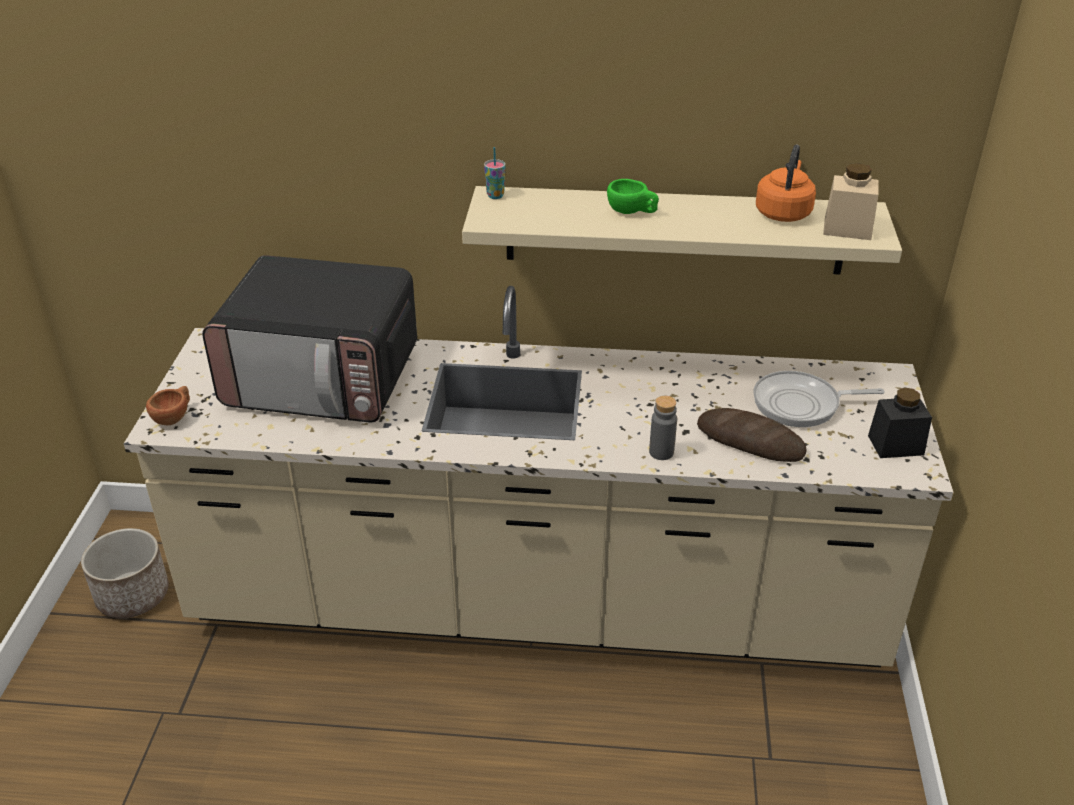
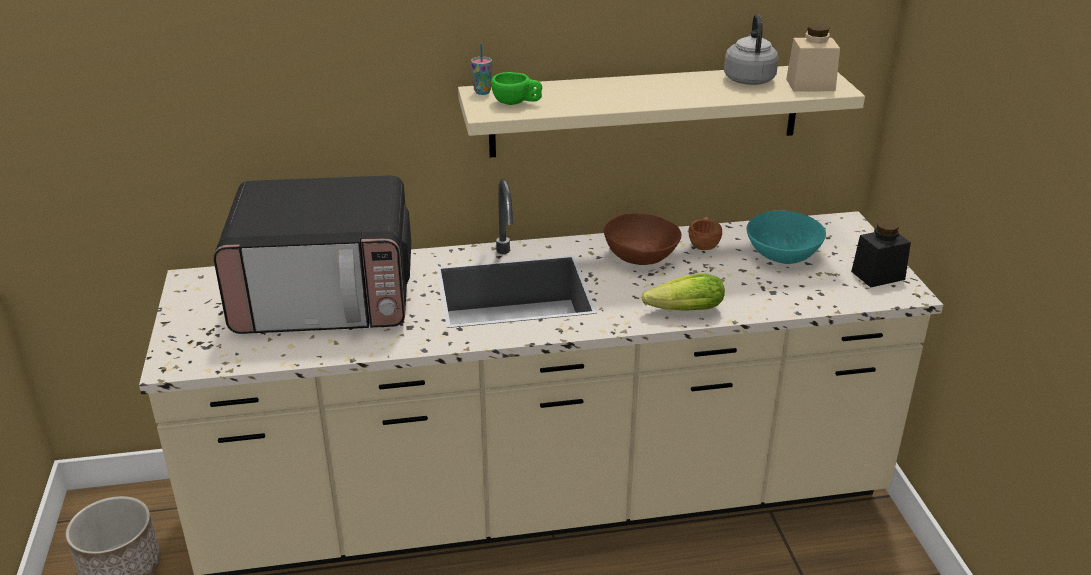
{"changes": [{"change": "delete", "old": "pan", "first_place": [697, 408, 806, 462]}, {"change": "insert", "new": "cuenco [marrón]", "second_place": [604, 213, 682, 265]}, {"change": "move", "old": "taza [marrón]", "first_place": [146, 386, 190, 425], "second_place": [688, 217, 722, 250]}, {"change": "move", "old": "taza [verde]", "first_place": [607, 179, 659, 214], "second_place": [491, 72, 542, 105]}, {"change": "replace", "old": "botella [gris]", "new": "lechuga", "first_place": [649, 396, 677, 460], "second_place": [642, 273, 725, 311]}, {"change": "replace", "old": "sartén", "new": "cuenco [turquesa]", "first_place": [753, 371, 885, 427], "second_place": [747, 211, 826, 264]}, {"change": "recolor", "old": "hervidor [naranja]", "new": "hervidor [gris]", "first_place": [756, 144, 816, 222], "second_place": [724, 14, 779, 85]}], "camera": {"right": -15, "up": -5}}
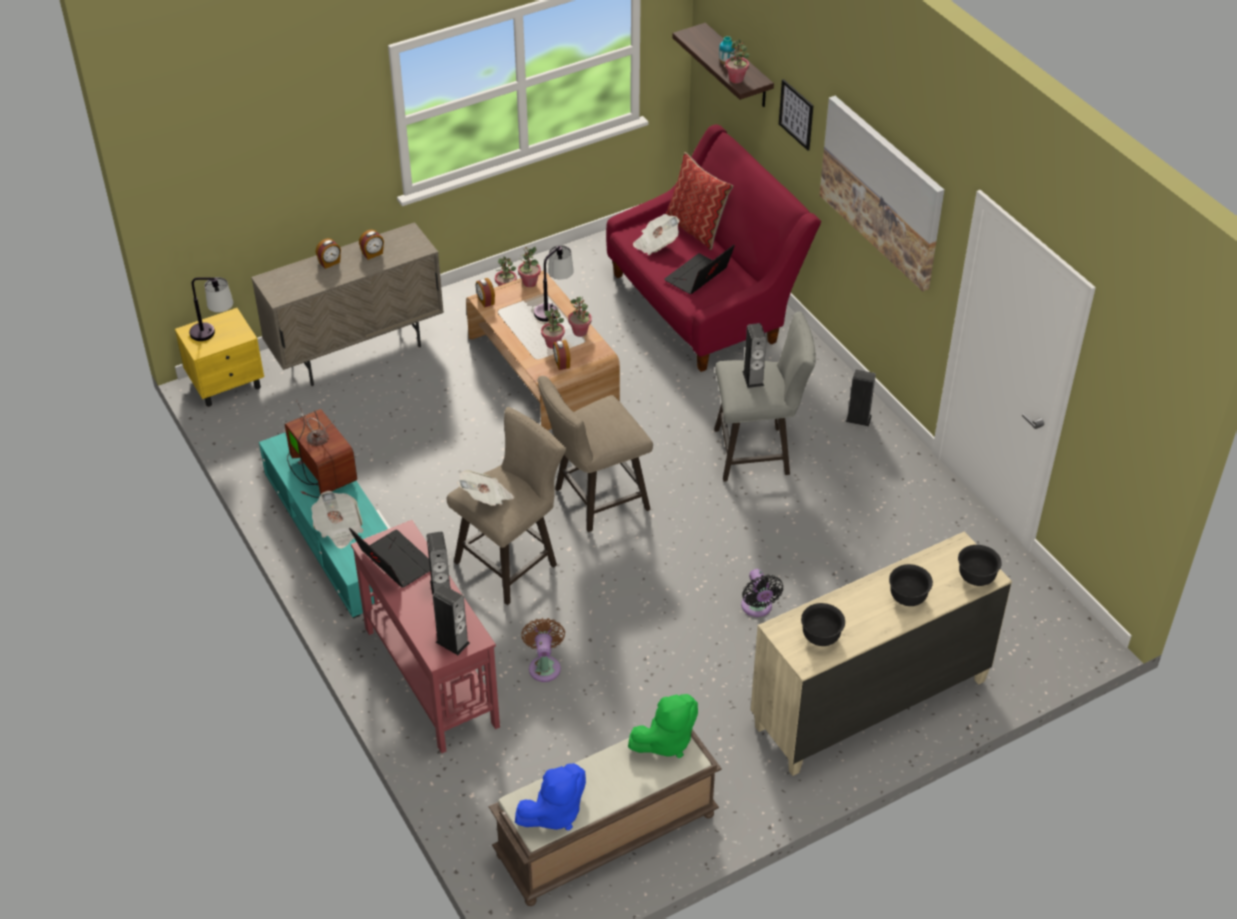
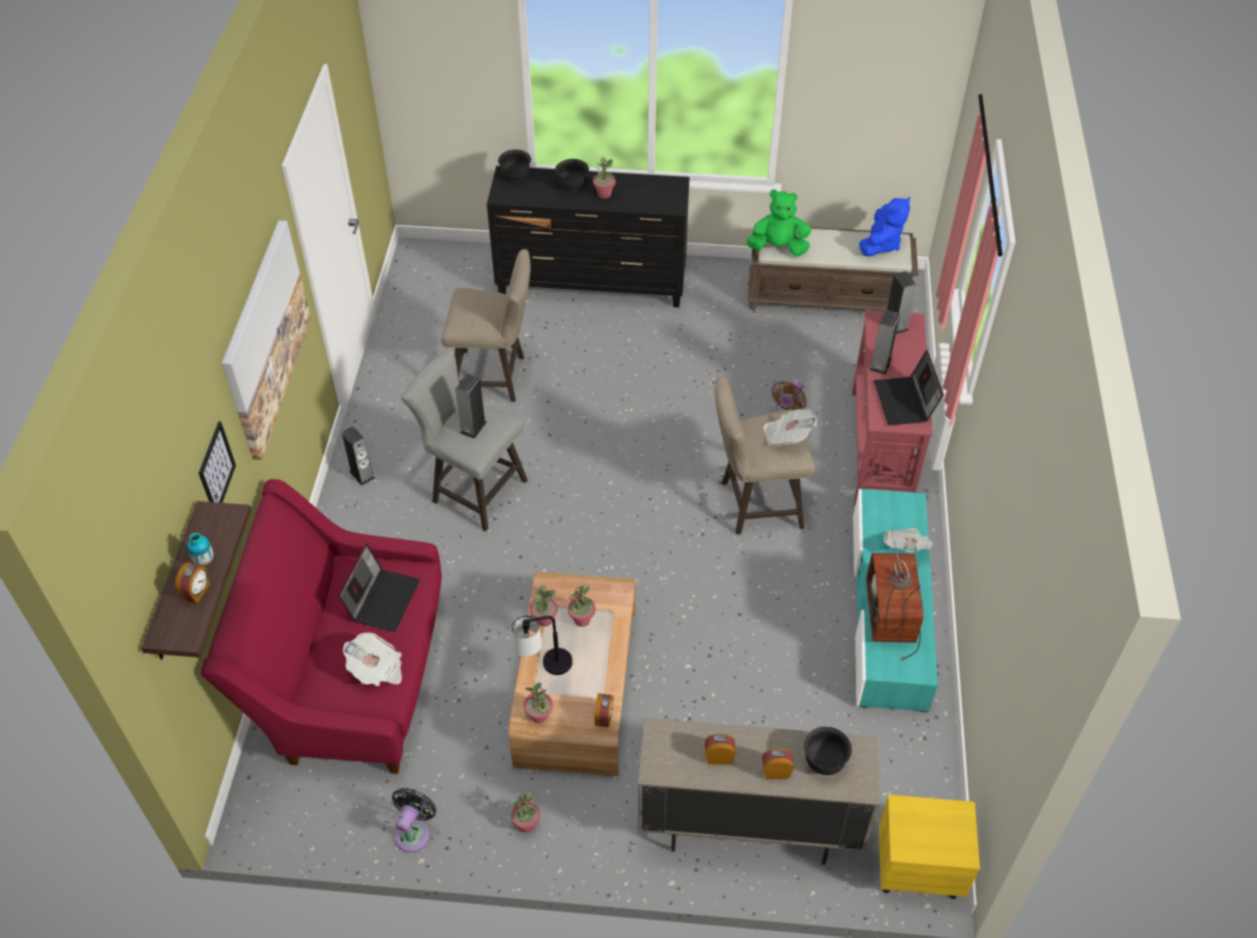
{"changes": [{"change": "delete", "old": "lámpara de mesa", "first_place": [189, 277, 233, 341]}, {"change": "delete", "old": "cojín", "first_place": [665, 152, 733, 250]}, {"change": "move", "old": "taburete [beis]", "first_place": [537, 376, 653, 532], "second_place": [442, 249, 531, 402]}, {"change": "move", "old": "despertador", "first_place": [553, 340, 570, 370], "second_place": [175, 562, 210, 604]}, {"change": "move", "old": "planta en maceta", "first_place": [725, 39, 749, 83], "second_place": [593, 157, 616, 199]}, {"change": "move", "old": "ventilador [negro]", "first_place": [741, 569, 783, 617], "second_place": [392, 788, 436, 853]}, {"change": "move", "old": "cuenco [negro]", "first_place": [801, 603, 845, 646], "second_place": [804, 727, 852, 775]}, {"change": "recolor", "old": "cómoda [beis]", "new": "cómoda [negro]", "first_place": [751, 532, 1012, 776], "second_place": [487, 166, 690, 307]}, {"change": "rotate", "old": "peluche [azul]", "first_place": [515, 763, 586, 831], "second_place": [859, 196, 910, 256], "degrees": 120}, {"change": "rotate", "old": "portátil", "first_place": [664, 245, 735, 294], "second_place": [338, 543, 420, 632], "degrees": -60}], "camera": {"right": -145, "up": 5}}
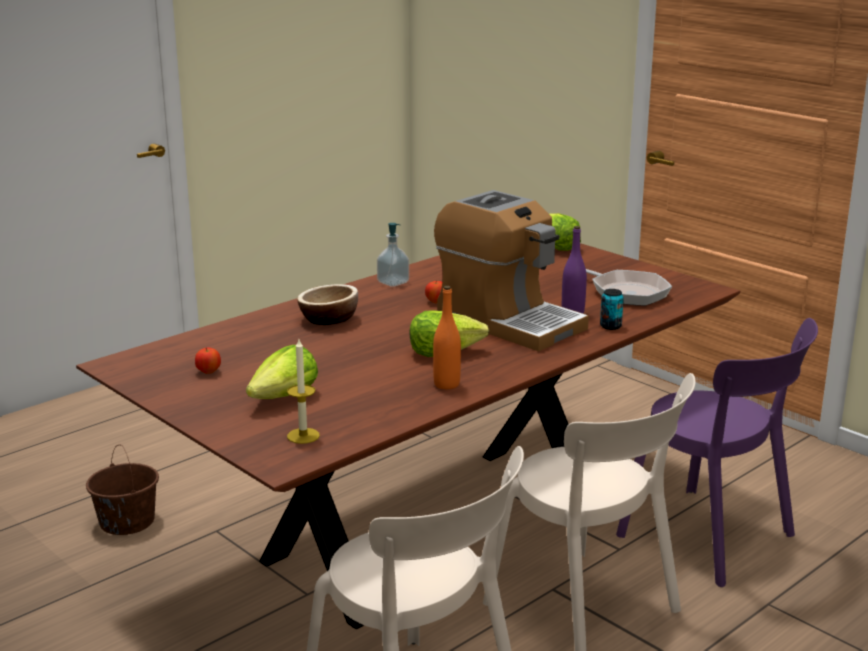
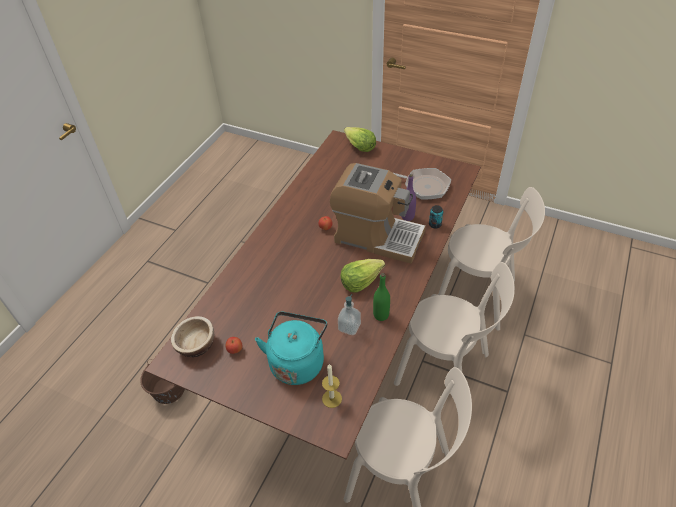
{"changes": [{"change": "move", "old": "cuenco", "first_place": [297, 284, 358, 325], "second_place": [171, 316, 214, 357]}, {"change": "move", "old": "dispensador de jabón", "first_place": [377, 223, 409, 287], "second_place": [338, 294, 361, 335]}, {"change": "replace", "old": "lechuga", "new": "hervidor [turquesa]", "first_place": [246, 345, 318, 399], "second_place": [255, 312, 327, 385]}, {"change": "recolor", "old": "botella [naranja]", "new": "botella [verde]", "first_place": [433, 286, 461, 389], "second_place": [373, 273, 390, 321]}, {"change": "recolor", "old": "silla [morado]", "new": "silla [beis]", "first_place": [616, 318, 818, 587], "second_place": [438, 187, 545, 331]}], "camera": {"right": -20, "up": 25}}
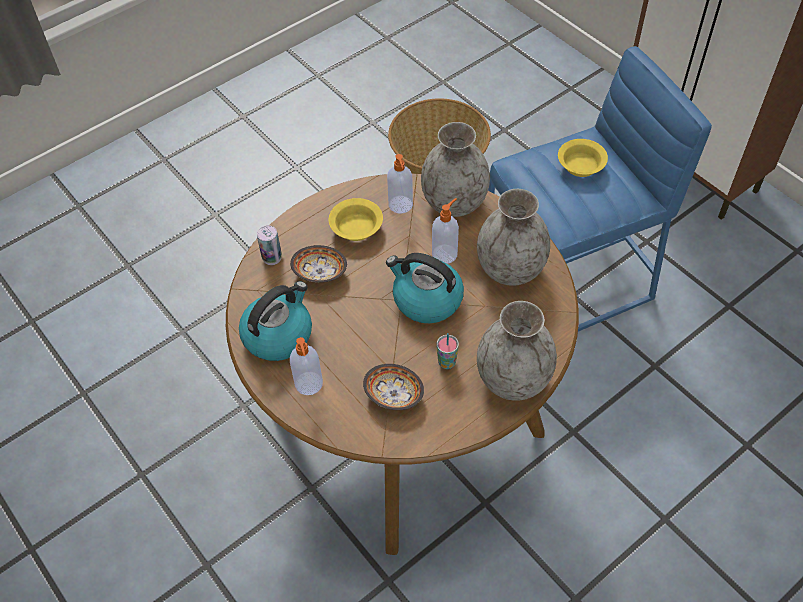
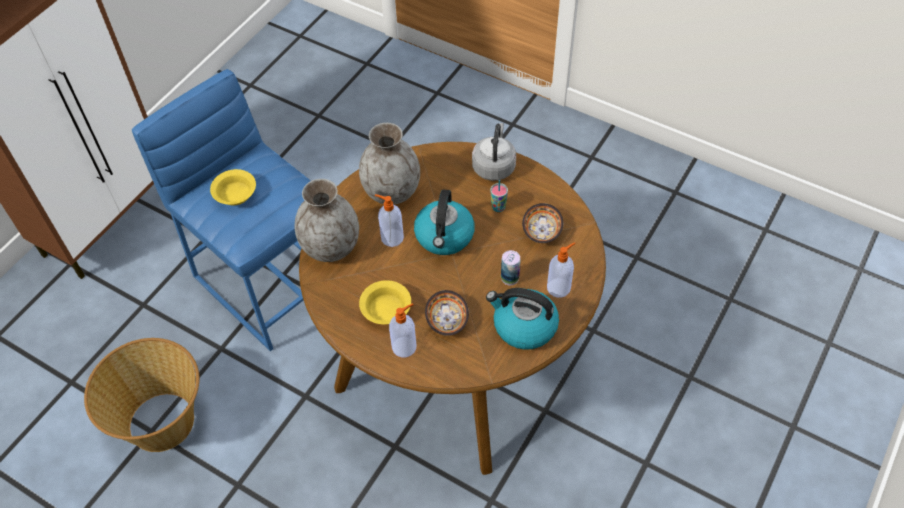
{"changes": [{"change": "move", "old": "lata", "first_place": [257, 225, 282, 265], "second_place": [501, 250, 521, 285]}, {"change": "move", "old": "dispensador de jabón", "first_place": [387, 154, 413, 214], "second_place": [389, 303, 416, 357]}, {"change": "replace", "old": "florero [gris]", "new": "hervidor [gris]", "first_place": [477, 301, 557, 400], "second_place": [472, 123, 516, 181]}], "camera": {"right": -110, "up": 0}}
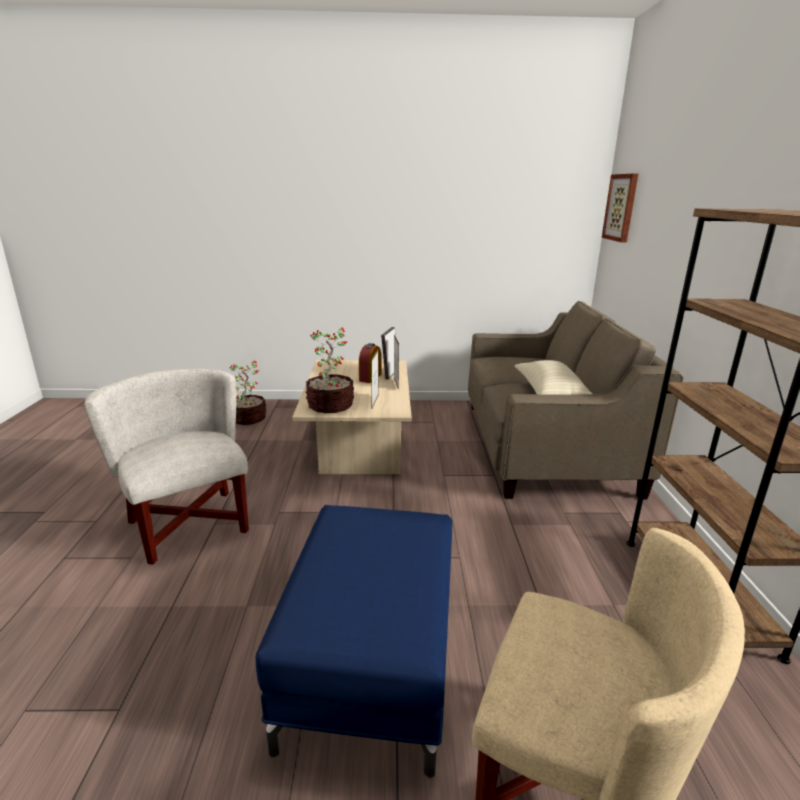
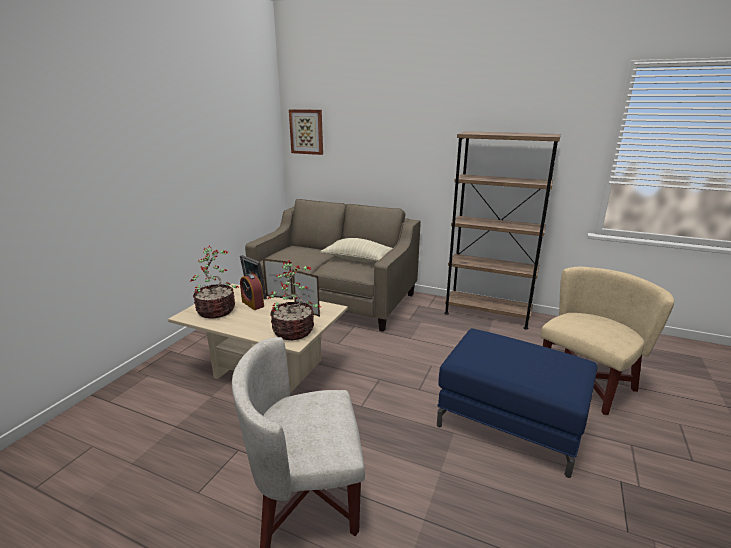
{"changes": [{"change": "move", "old": "planta en maceta", "first_place": [229, 360, 266, 425], "second_place": [190, 246, 239, 319]}], "camera": {"right": -65, "up": 0}}
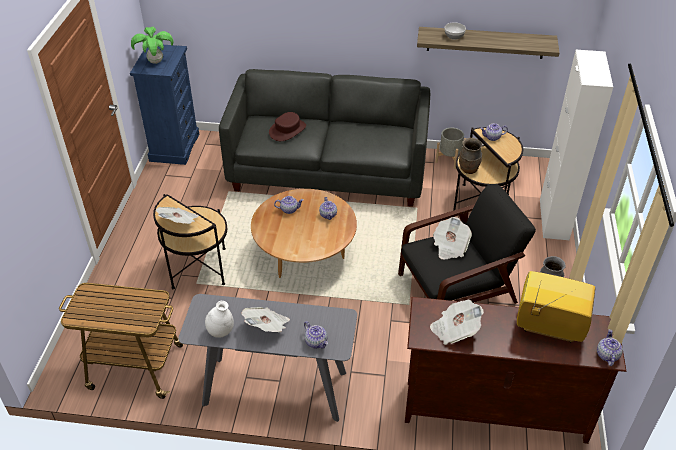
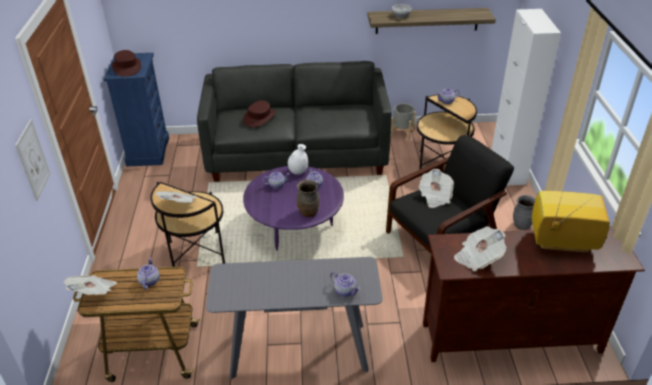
{"changes": [{"change": "insert", "new": "cuadro", "second_place": [15, 119, 51, 201]}, {"change": "move", "old": "florero [blanco]", "first_place": [205, 301, 234, 338], "second_place": [288, 144, 308, 175]}, {"change": "move", "old": "periódico", "first_place": [241, 307, 290, 332], "second_place": [64, 275, 117, 295]}, {"change": "move", "old": "florero [marrón]", "first_place": [459, 138, 483, 174], "second_place": [297, 180, 320, 217]}, {"change": "move", "old": "tetera", "first_place": [597, 329, 623, 366], "second_place": [137, 258, 160, 289]}, {"change": "replace", "old": "planta en maceta", "new": "sombrero [marrón]", "first_place": [131, 27, 173, 64], "second_place": [112, 50, 141, 77]}, {"change": "recolor", "old": "mesa de centro [marrón]", "new": "mesa de centro [morado]", "first_place": [251, 189, 357, 278], "second_place": [243, 166, 344, 250]}], "camera": {"right": -10, "up": -5}}
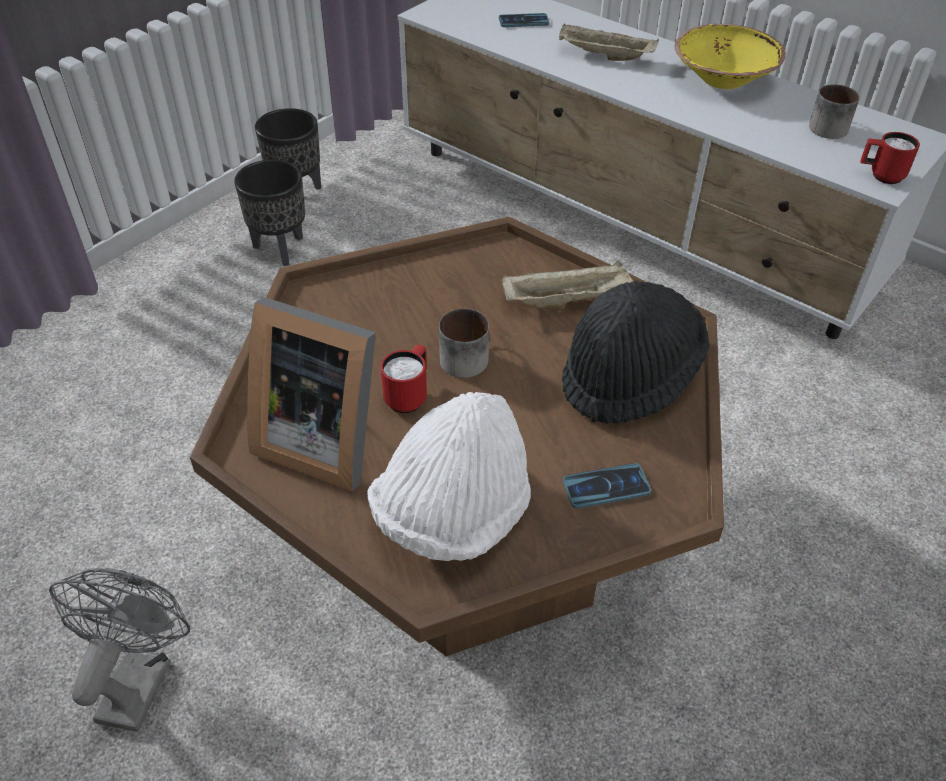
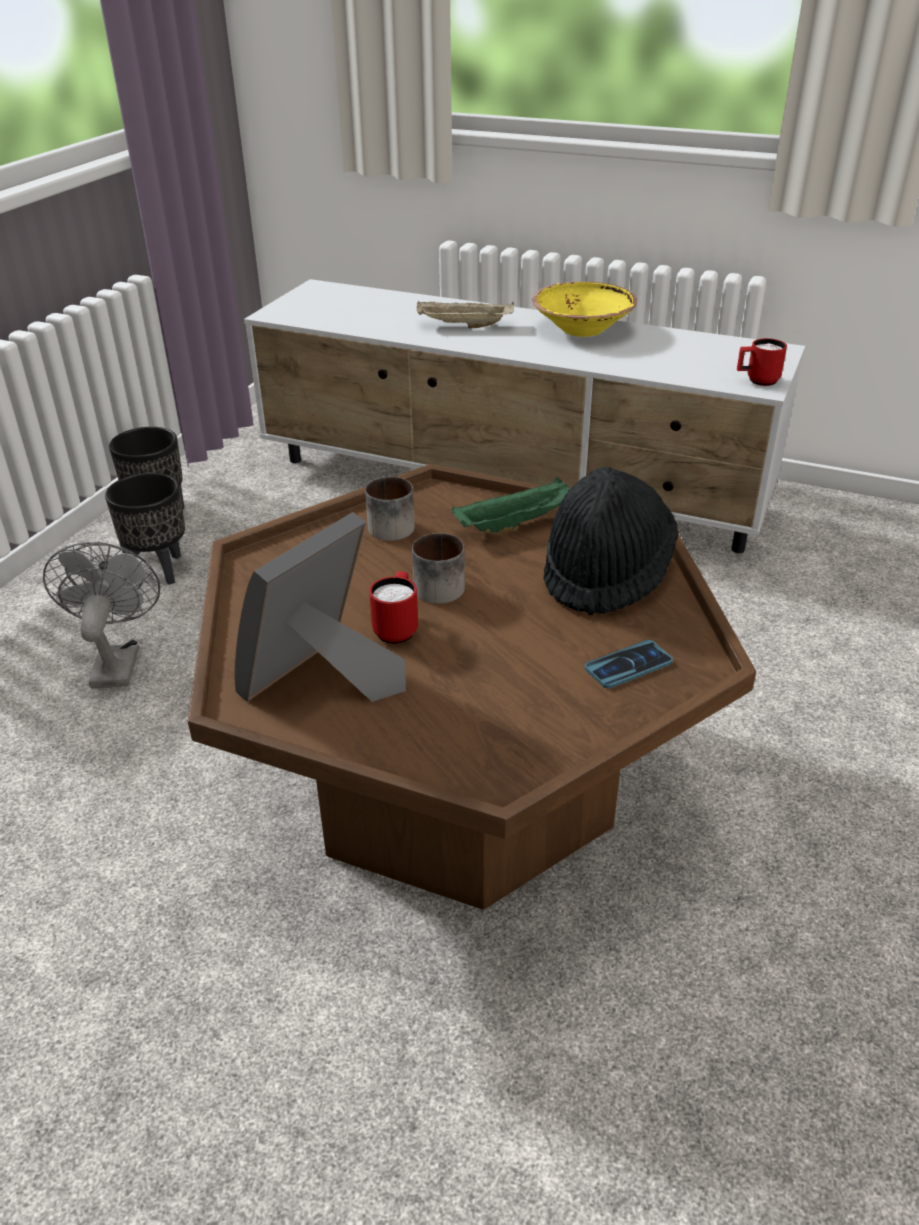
{"changes": [{"change": "delete", "old": "sombrero [blanco]", "first_place": [367, 392, 531, 561]}, {"change": "delete", "old": "móvil", "first_place": [499, 13, 549, 27]}, {"change": "move", "old": "ventilador [gris]", "first_place": [49, 568, 190, 732], "second_place": [43, 542, 160, 688]}, {"change": "move", "old": "taza grande", "first_place": [809, 84, 860, 139], "second_place": [365, 477, 415, 541]}, {"change": "recolor", "old": "bandeja [beis]", "new": "bandeja [verde]", "first_place": [502, 260, 633, 309], "second_place": [452, 477, 570, 533]}, {"change": "rotate", "old": "portarretratos", "first_place": [247, 297, 376, 492], "second_place": [234, 512, 406, 702], "degrees": 120}], "camera": {"right": -15, "up": -10}}
